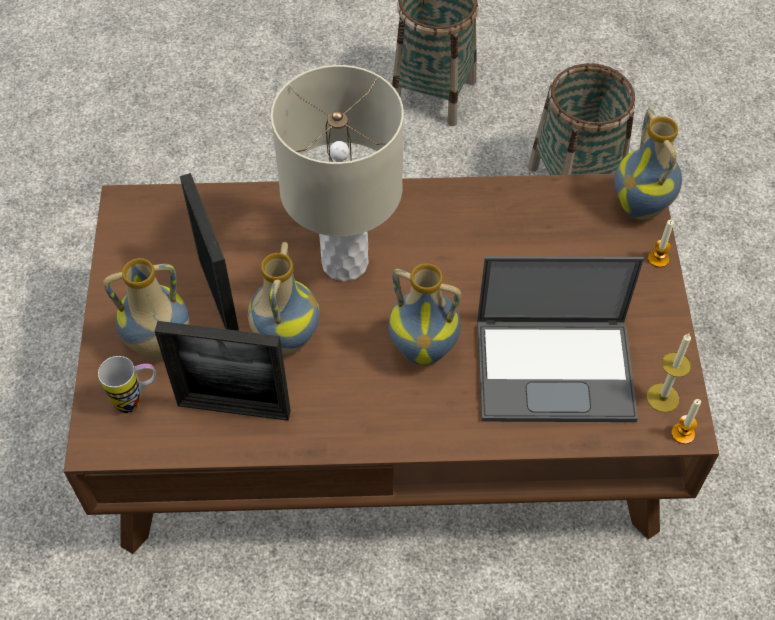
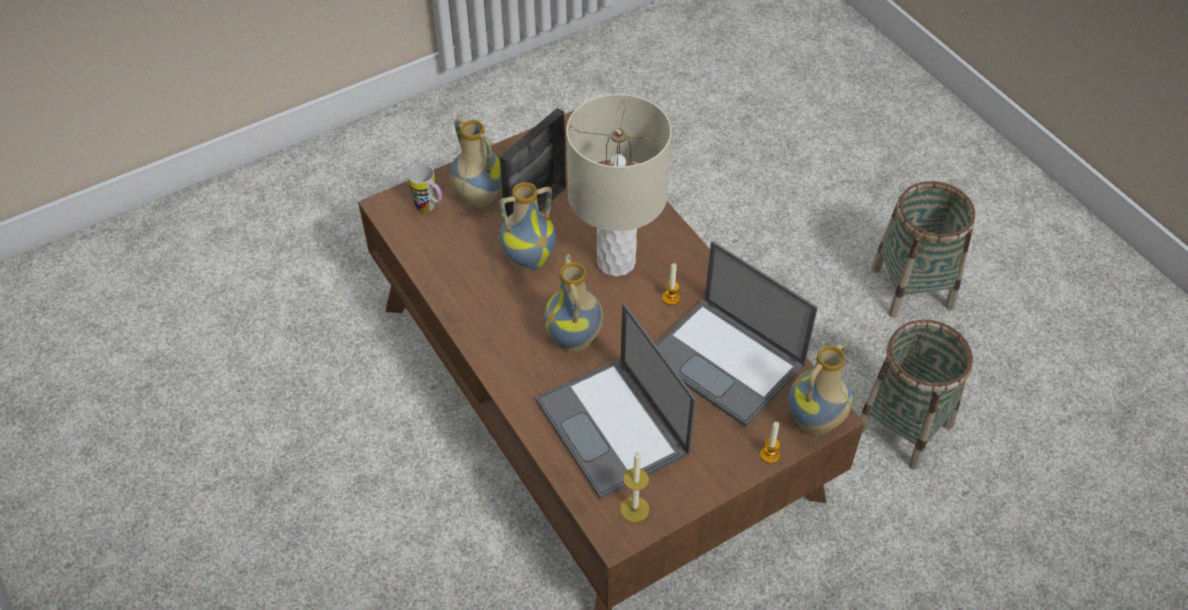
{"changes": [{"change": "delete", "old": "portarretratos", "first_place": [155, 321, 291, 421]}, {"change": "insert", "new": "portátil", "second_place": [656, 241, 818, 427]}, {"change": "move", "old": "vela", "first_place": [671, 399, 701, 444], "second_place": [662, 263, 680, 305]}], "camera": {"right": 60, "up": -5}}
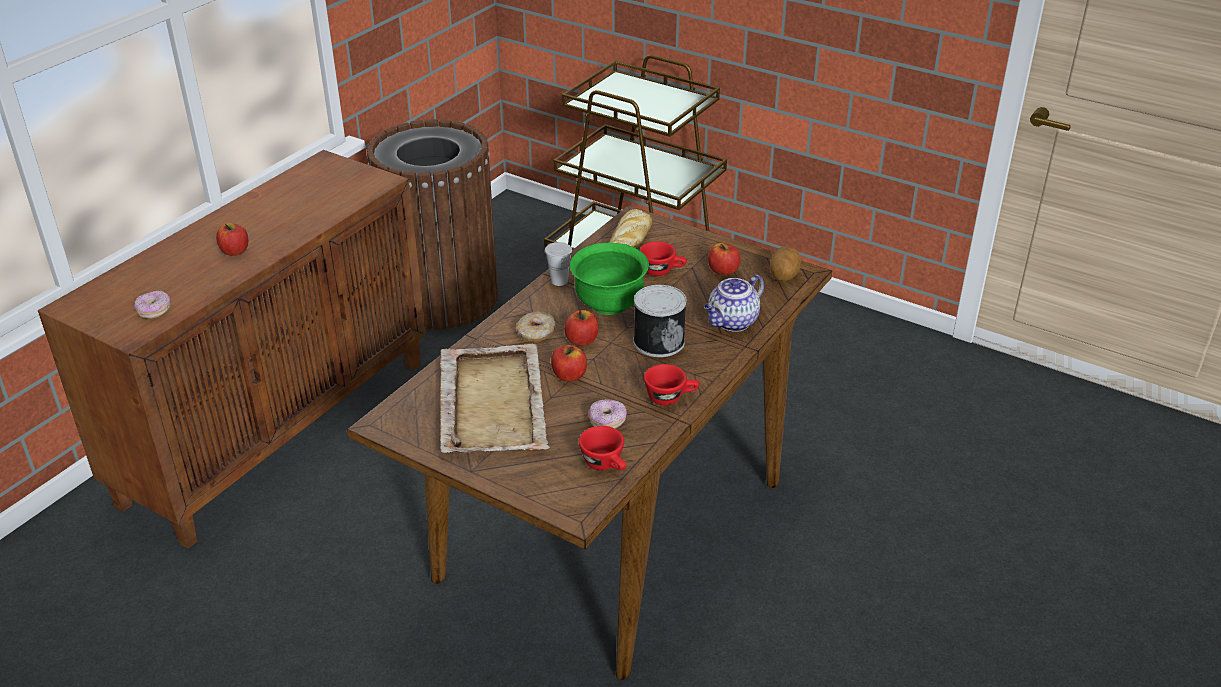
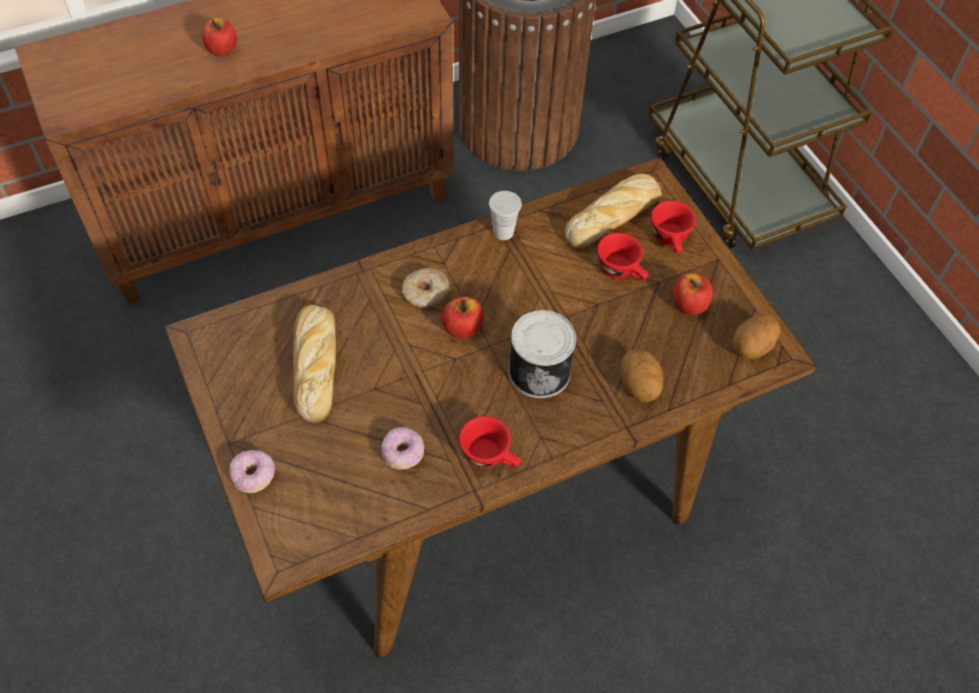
{"changes": [{"change": "delete", "old": "manzana", "first_place": [551, 345, 587, 382]}, {"change": "delete", "old": "cuenco [verde]", "first_place": [570, 243, 649, 315]}, {"change": "move", "old": "rosquilla", "first_place": [134, 291, 170, 319], "second_place": [229, 450, 275, 493]}, {"change": "move", "old": "taza [rojo]", "first_place": [579, 426, 626, 470], "second_place": [651, 201, 696, 253]}, {"change": "replace", "old": "bandeja [beis]", "new": "pan", "first_place": [440, 344, 550, 453], "second_place": [293, 305, 336, 423]}, {"change": "replace", "old": "tetera", "new": "patata", "first_place": [704, 275, 764, 332], "second_place": [621, 349, 663, 402]}], "camera": {"right": 30, "up": 20}}
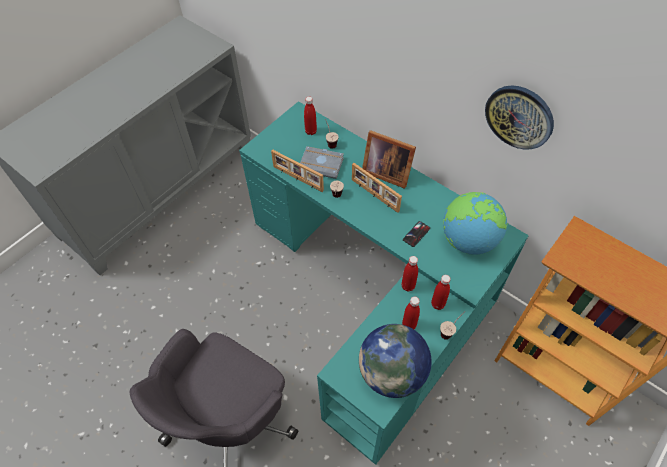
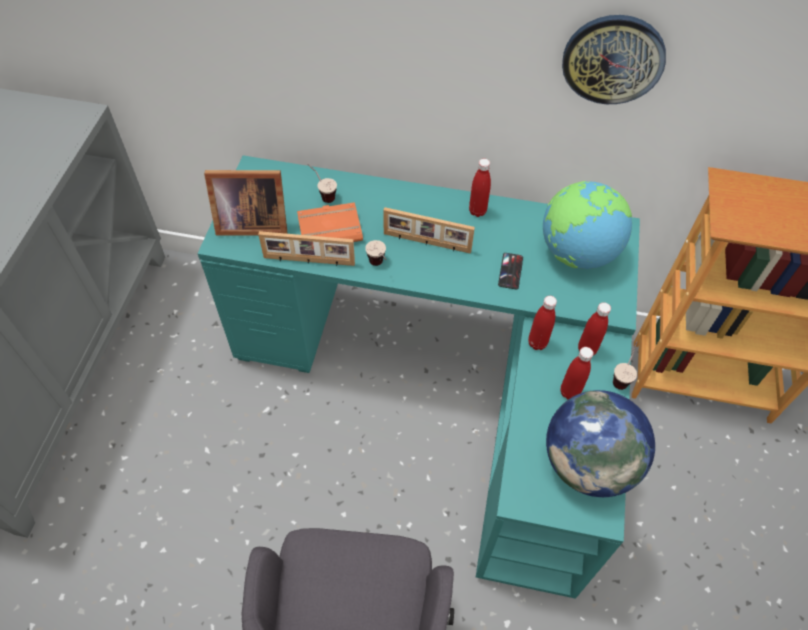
{"changes": [{"change": "move", "old": "botella [rojo]", "first_place": [304, 96, 317, 135], "second_place": [469, 158, 491, 217]}, {"change": "move", "old": "portarretratos", "first_place": [362, 130, 416, 189], "second_place": [204, 170, 287, 236]}, {"change": "recolor", "old": "libro [gris]", "new": "libro [naranja]", "first_place": [300, 146, 344, 179], "second_place": [297, 202, 363, 242]}], "camera": {"right": -30, "up": 0}}
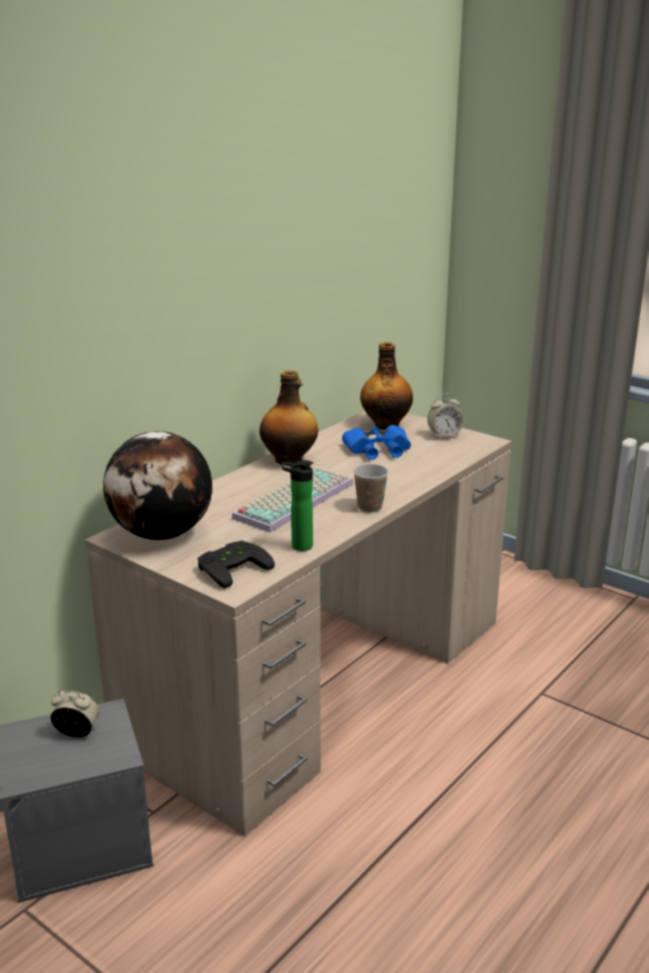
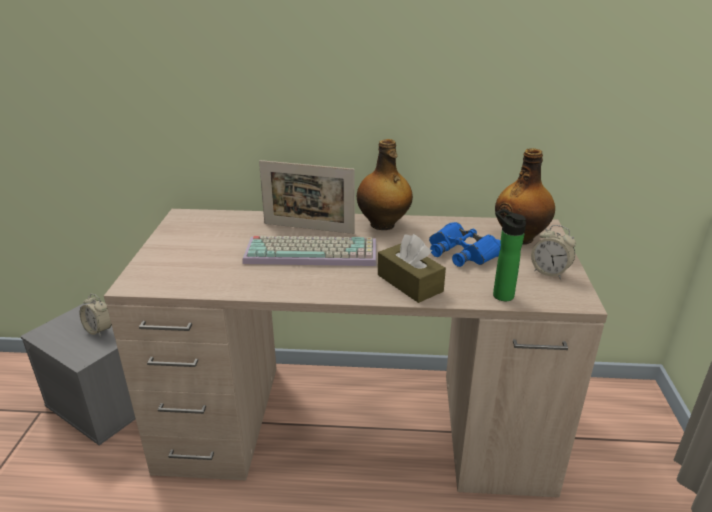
{"changes": [{"change": "delete", "old": "globo terráqueo", "first_place": [103, 431, 212, 540]}, {"change": "delete", "old": "mando de consola [negro]", "first_place": [197, 541, 275, 589]}, {"change": "delete", "old": "taza", "first_place": [353, 464, 388, 513]}, {"change": "insert", "new": "portarretratos", "second_place": [259, 160, 355, 234]}, {"change": "insert", "new": "caja de pañuelos [marrón]", "second_place": [378, 234, 446, 303]}, {"change": "move", "old": "botella", "first_place": [282, 460, 313, 551], "second_place": [493, 209, 526, 301]}, {"change": "rotate", "old": "despertador", "first_place": [51, 689, 100, 737], "second_place": [79, 294, 112, 337], "degrees": 150}], "camera": {"right": 55, "up": 5}}
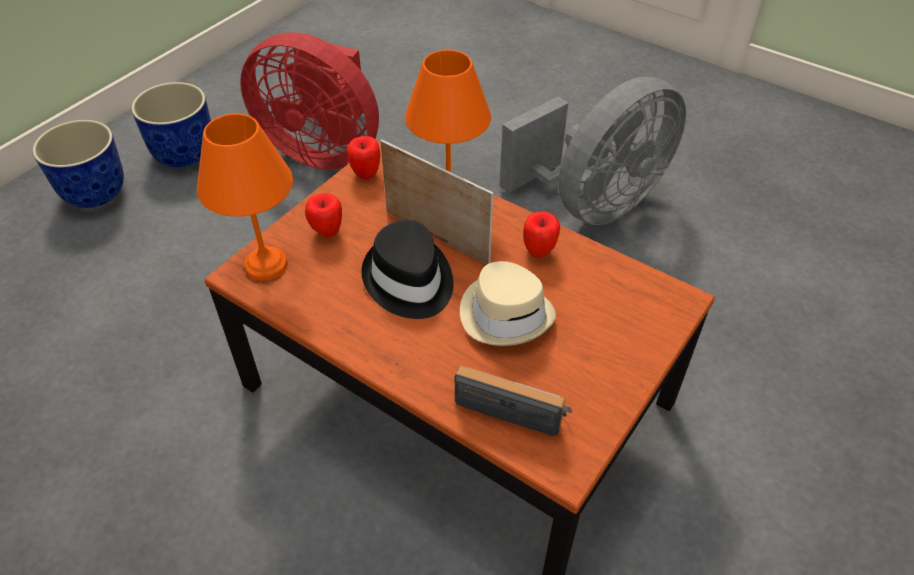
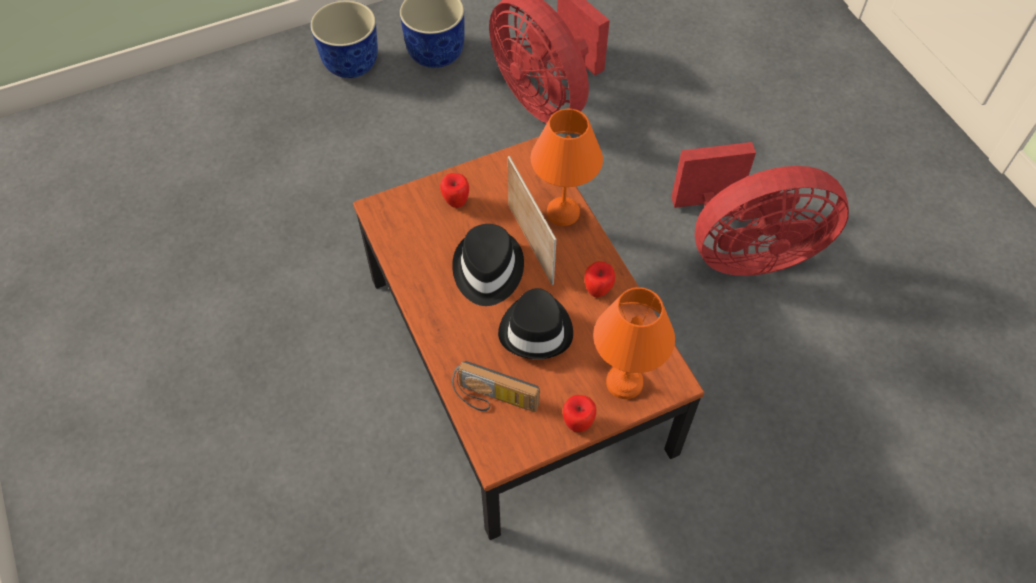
{"changes": [{"change": "move", "old": "lámpara de mesa [naranja]", "first_place": [197, 113, 293, 281], "second_place": [593, 287, 675, 399]}, {"change": "move", "old": "manzana", "first_place": [347, 136, 380, 179], "second_place": [563, 395, 596, 432]}, {"change": "recolor", "old": "sombrero [beis]", "new": "sombrero [negro]", "first_place": [460, 261, 556, 346], "second_place": [498, 288, 573, 359]}, {"change": "recolor", "old": "ventilador [gris]", "new": "ventilador [rojo]", "first_place": [499, 77, 686, 225], "second_place": [671, 142, 849, 276]}, {"change": "rotate", "old": "radio", "first_place": [455, 366, 572, 436], "second_place": [452, 361, 540, 412], "degrees": 150}], "camera": {"right": 30, "up": 10}}
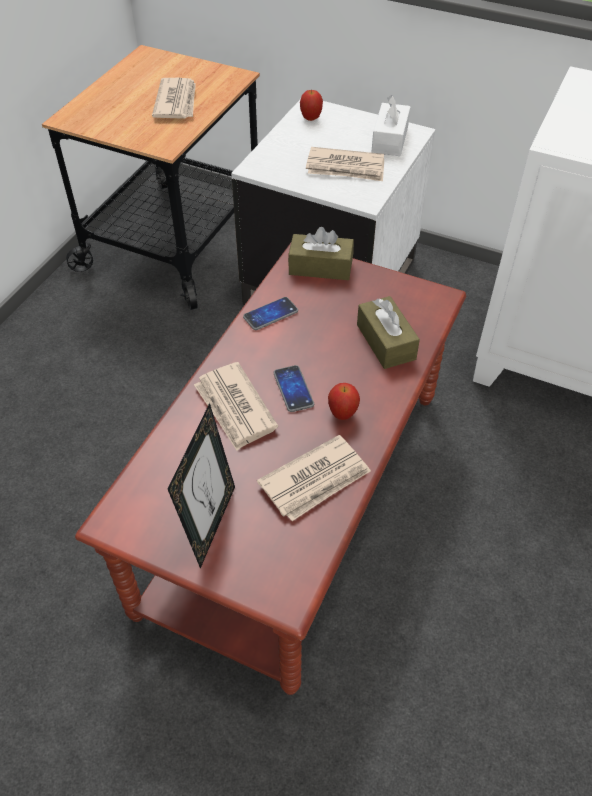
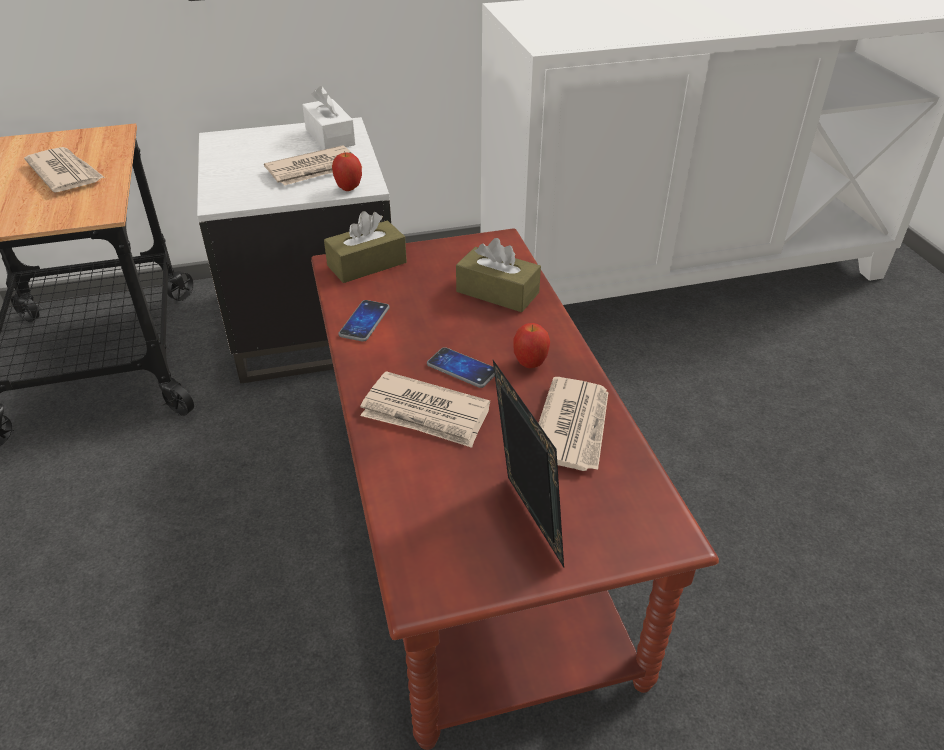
{"changes": [{"change": "move", "old": "manzana", "first_place": [300, 90, 323, 121], "second_place": [332, 151, 362, 191]}], "camera": {"right": -40, "up": -10}}
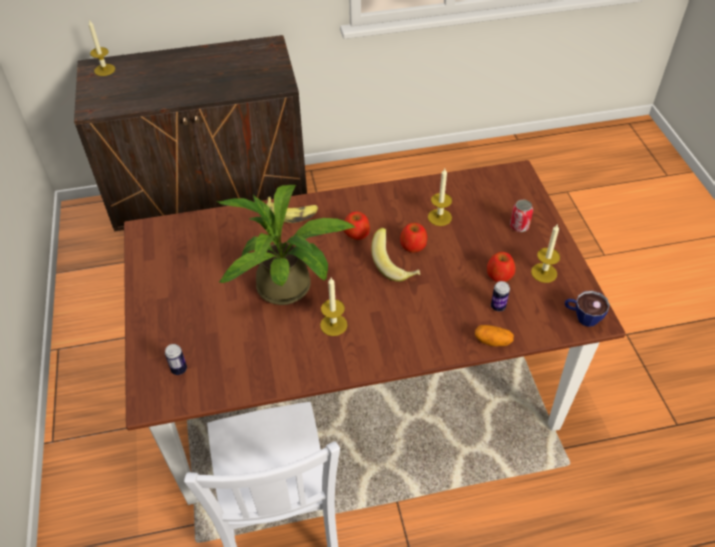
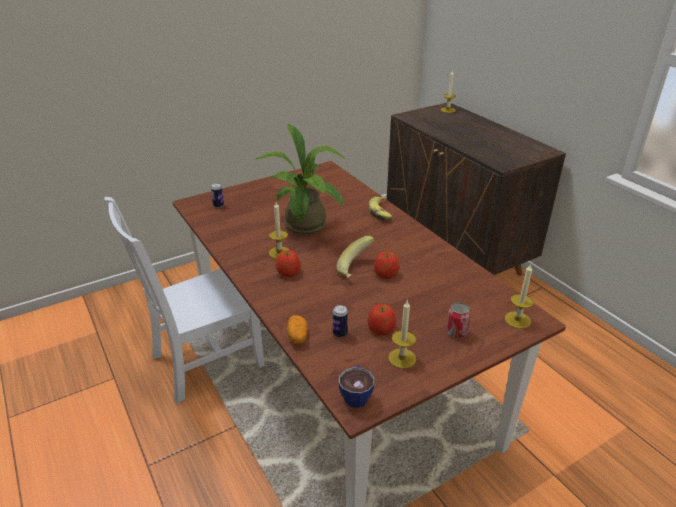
{"changes": [{"change": "move", "old": "manzana", "first_place": [343, 211, 370, 240], "second_place": [276, 250, 301, 277]}, {"change": "move", "old": "vela", "first_place": [428, 169, 452, 226], "second_place": [505, 264, 534, 329]}], "camera": {"right": 70, "up": -15}}
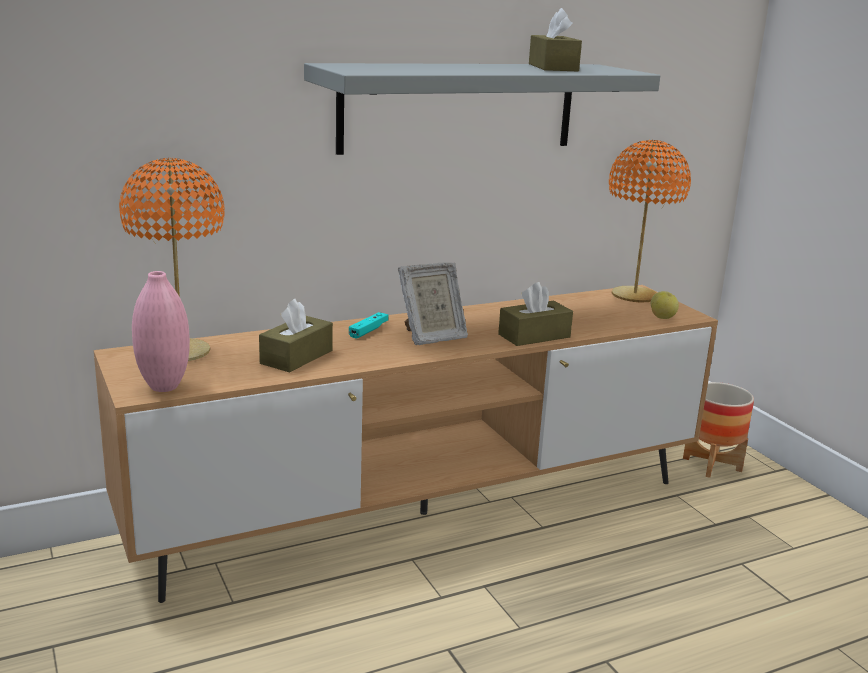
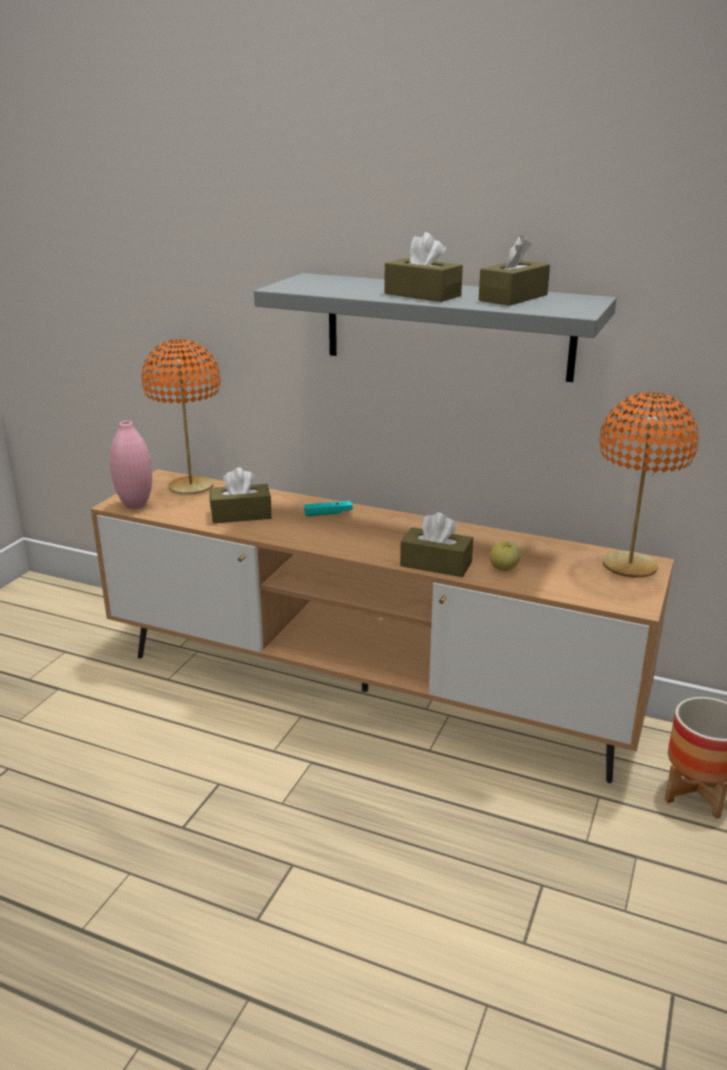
{"changes": [{"change": "delete", "old": "portarretratos", "first_place": [398, 262, 468, 345]}, {"change": "insert", "new": "caja de pañuelos [marrón]", "second_place": [384, 232, 463, 302]}, {"change": "move", "old": "manzana", "first_place": [651, 291, 679, 319], "second_place": [490, 541, 521, 571]}], "camera": {"right": 50, "up": 5}}
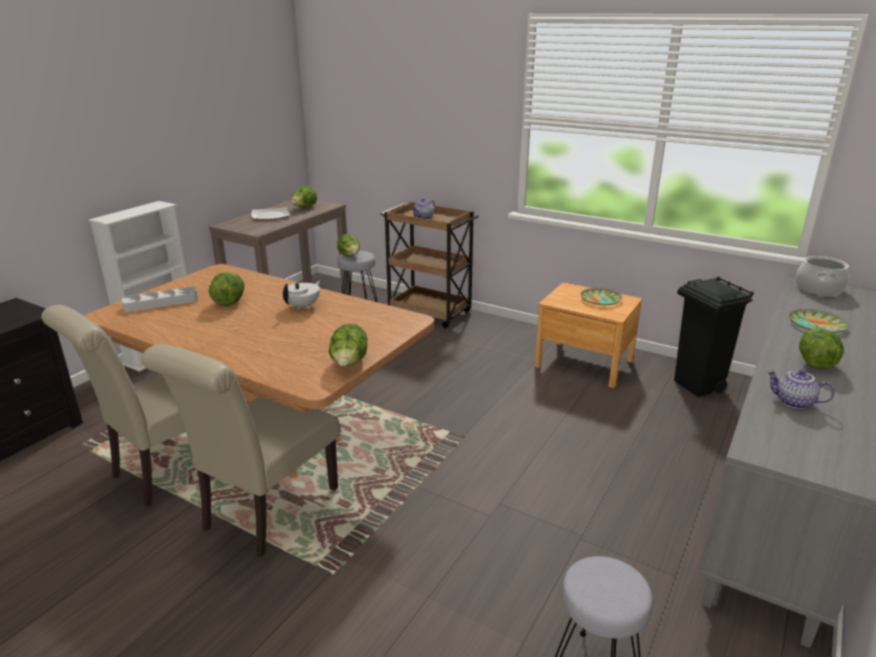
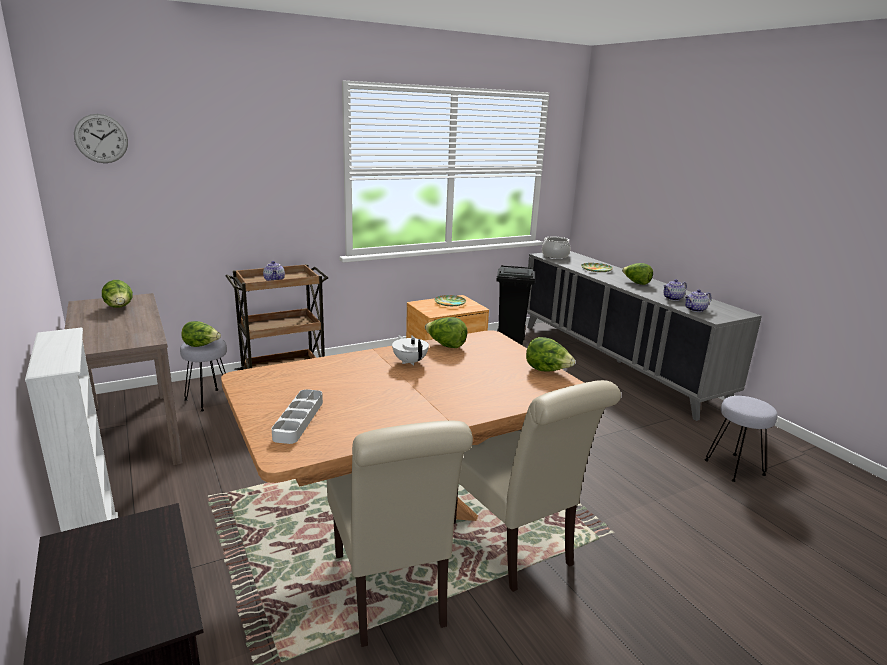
{"changes": [{"change": "delete", "old": "plato", "first_place": [251, 207, 290, 220]}, {"change": "insert", "new": "reloj de pared", "second_place": [74, 114, 128, 163]}, {"change": "insert", "new": "tetera", "second_place": [684, 289, 711, 312]}, {"change": "move", "old": "lechuga", "first_place": [209, 272, 244, 306], "second_place": [425, 317, 467, 348]}], "camera": {"right": -60, "up": -5}}
